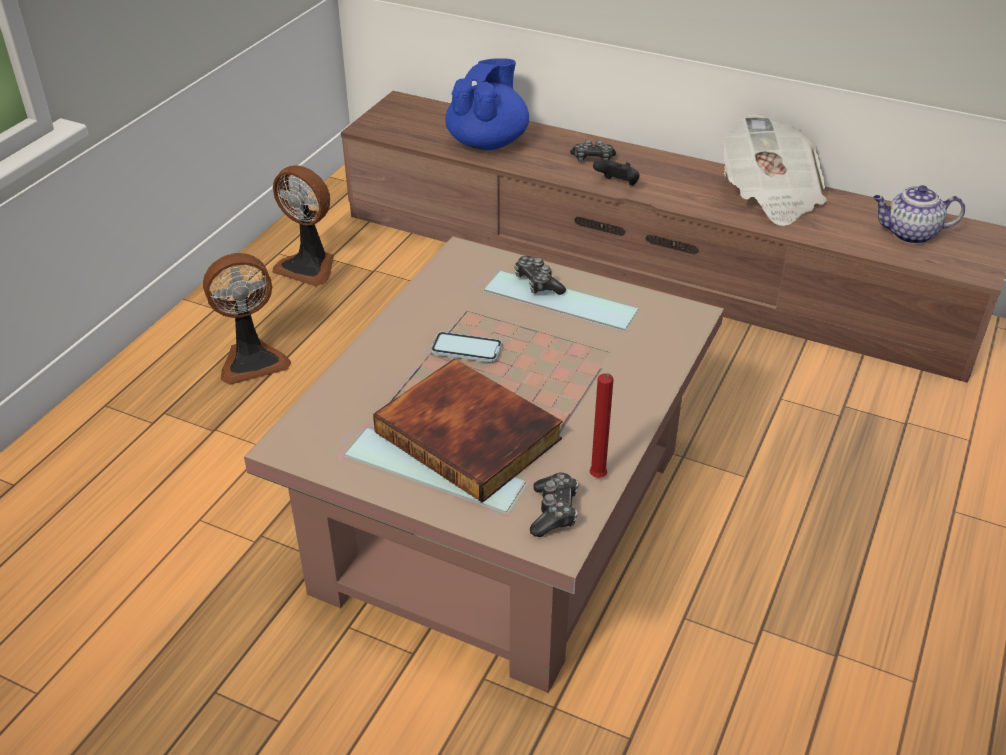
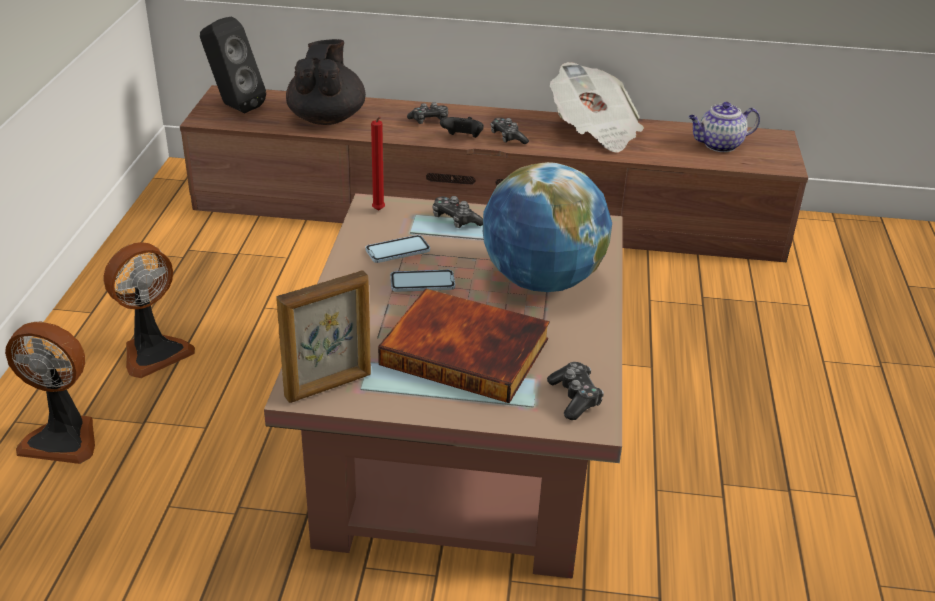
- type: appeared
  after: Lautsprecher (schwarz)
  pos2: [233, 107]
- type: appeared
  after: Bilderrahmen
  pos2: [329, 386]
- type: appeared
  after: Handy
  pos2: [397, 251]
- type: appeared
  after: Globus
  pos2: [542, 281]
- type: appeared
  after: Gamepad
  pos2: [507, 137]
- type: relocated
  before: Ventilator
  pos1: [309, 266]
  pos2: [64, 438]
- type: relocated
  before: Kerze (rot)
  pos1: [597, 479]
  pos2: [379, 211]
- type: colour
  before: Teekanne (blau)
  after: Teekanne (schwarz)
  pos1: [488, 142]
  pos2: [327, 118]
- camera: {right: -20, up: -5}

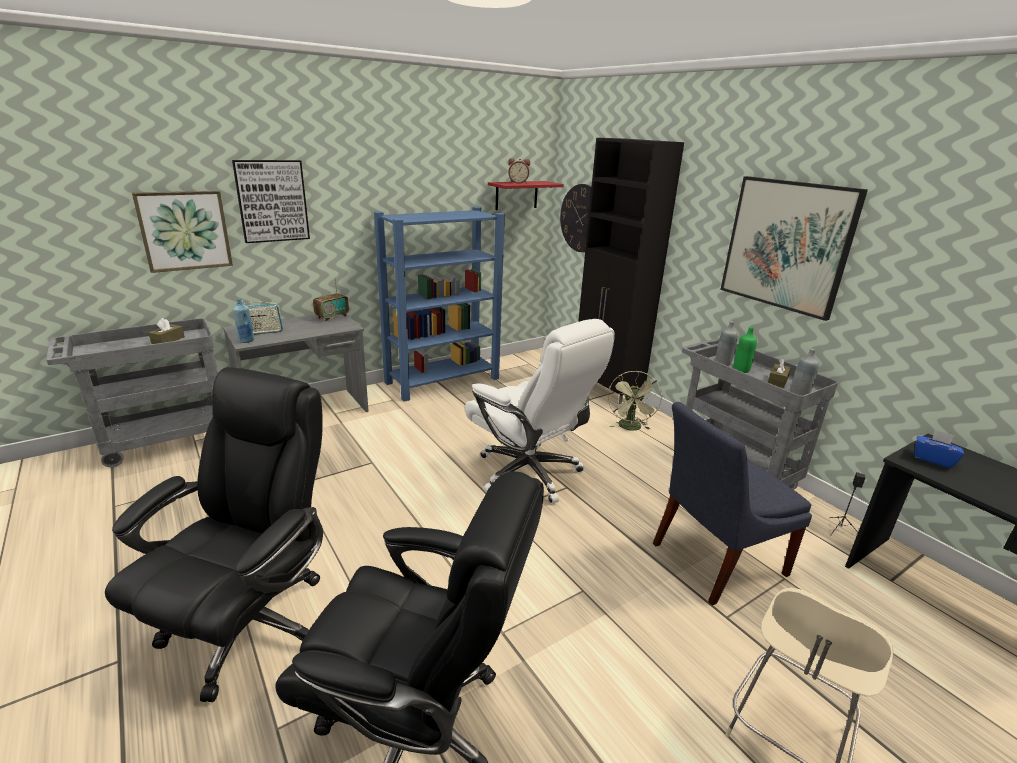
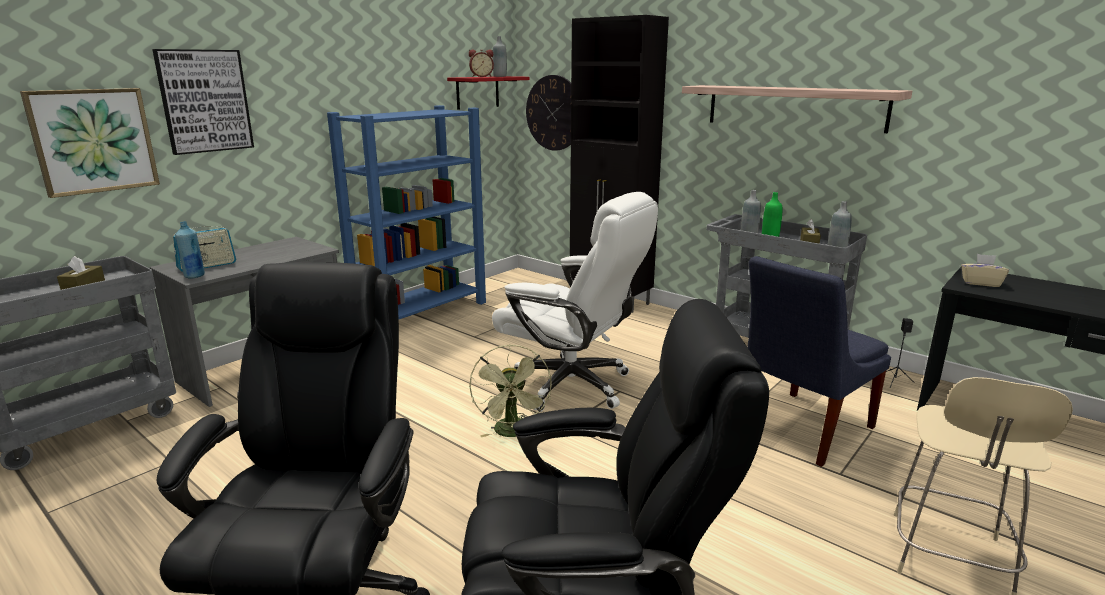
- type: missing
  before: Radio
  pos1: [332, 317]
- type: appeared
  after: Flasche (grau)
  pos2: [500, 76]
- type: relocated
  before: Ventilator (grün)
  pos1: [630, 428]
  pos2: [513, 433]
- type: exchanged
  before: Bild
  after: Wandregal
  pos1: [787, 245]
  pos2: [794, 107]
- type: colour
  before: Taschentuchbox (blau)
  after: Taschentuchbox (beige)
  pos1: [933, 459]
  pos2: [980, 283]
- camera: {right: -15, up: -5}

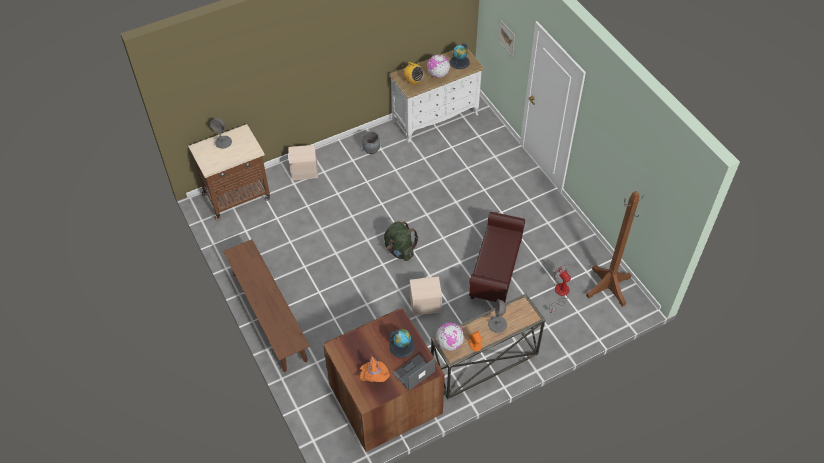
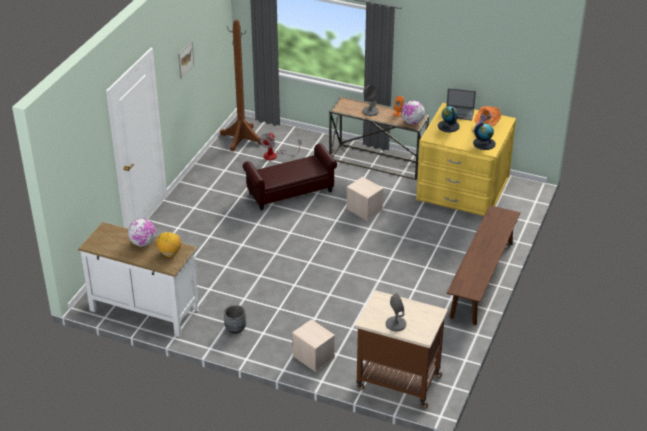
- type: missing
  before: Rucksack (grün)
  pos1: [400, 250]
- type: relocated
  before: Globus
  pos1: [459, 62]
  pos2: [484, 143]
- type: relocated
  before: Bild
  pos1: [506, 37]
  pos2: [185, 59]
- type: colour
  before: Kommode (braun)
  after: Kommode (gelb)
  pos1: [384, 398]
  pos2: [463, 188]
- camera: {right: -130, up: -15}

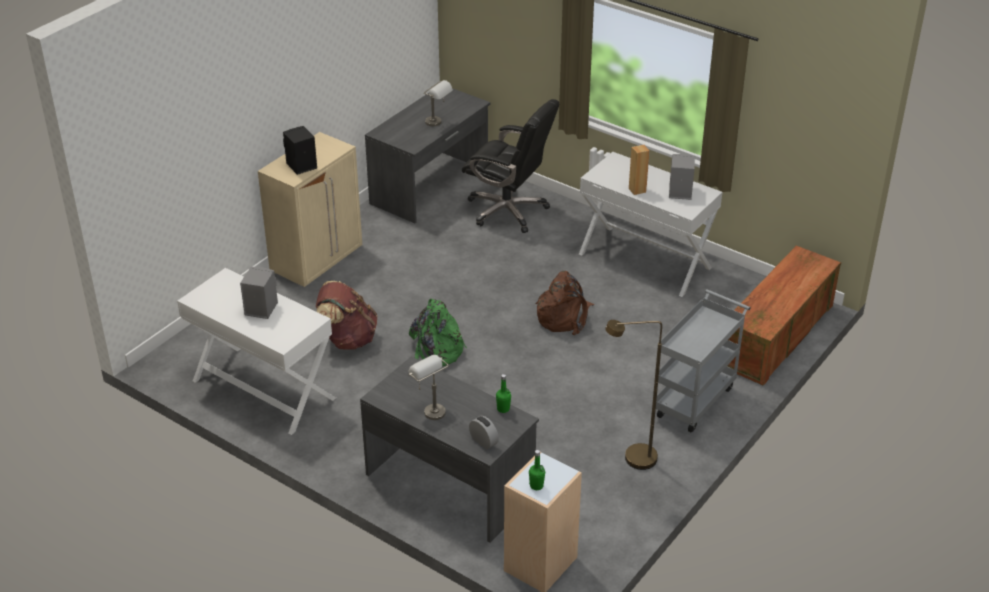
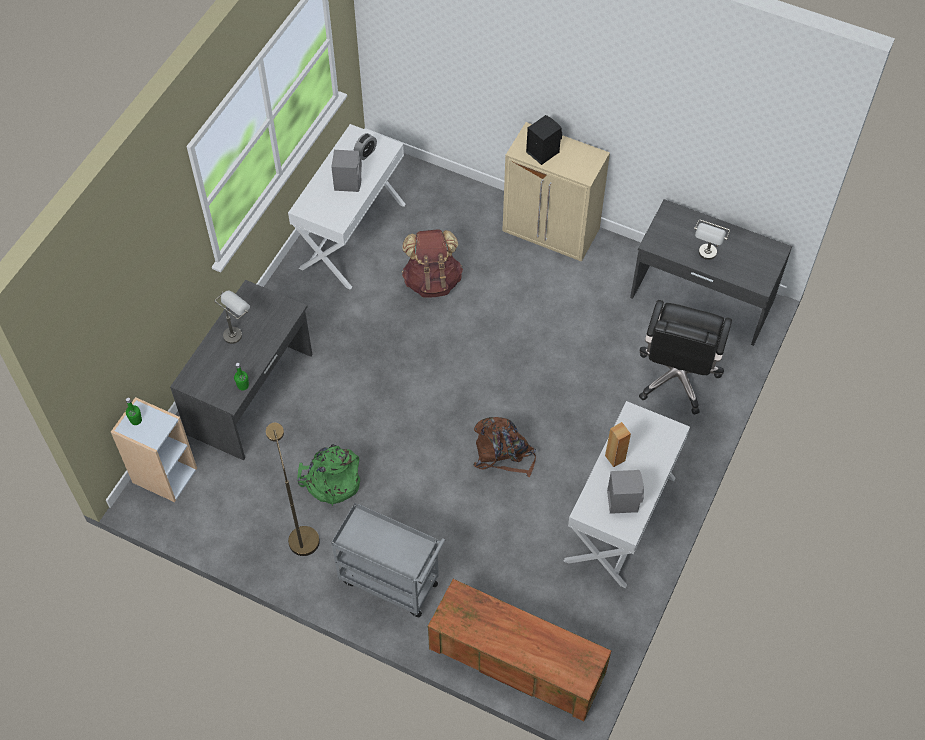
- type: relocated
  before: Rucksack (grün)
  pos1: [435, 353]
  pos2: [331, 481]
- type: relocated
  before: Wecker
  pos1: [483, 441]
  pos2: [365, 153]
- camera: {right: 80, up: 20}

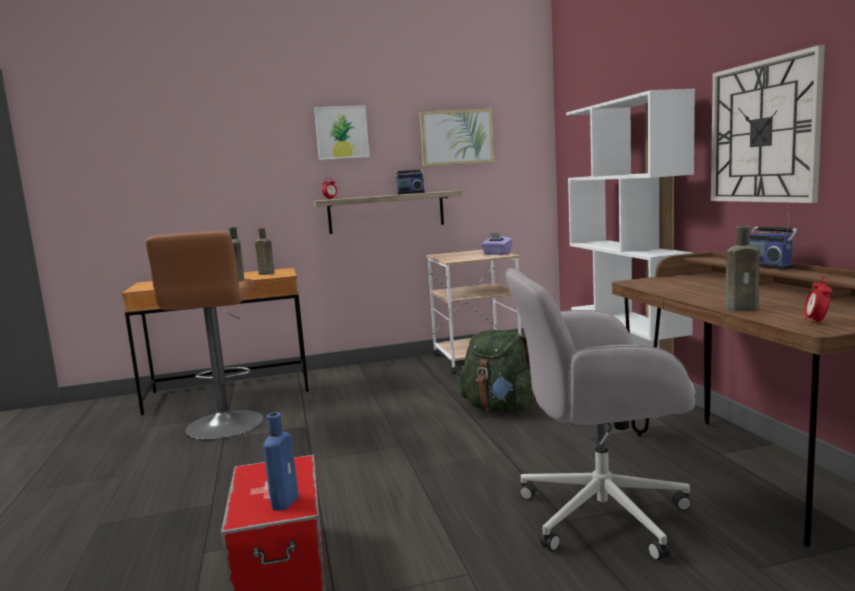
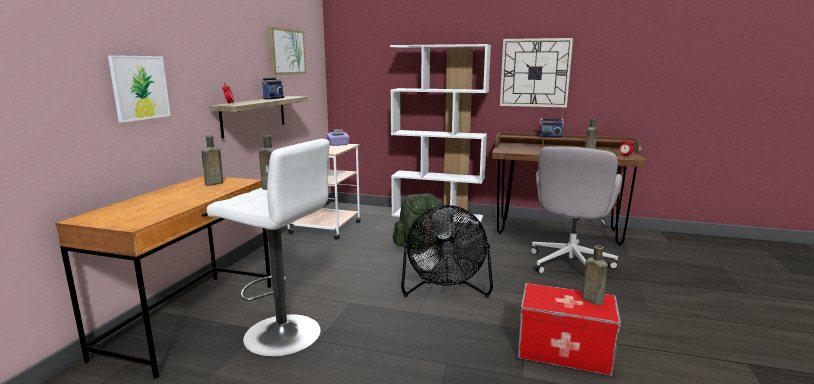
- type: appeared
  after: Ventilator (schwarz)
  pos2: [442, 289]
- type: relocated
  before: Bild
  pos1: [341, 132]
  pos2: [140, 87]
- type: colour
  before: Hocker (braun)
  after: Hocker (weiß)
  pos1: [224, 425]
  pos2: [282, 335]
- type: colour
  before: Flasche (blau)
  after: Flasche (braun)
  pos1: [286, 500]
  pos2: [590, 299]
- camera: {right: -60, up: 5}

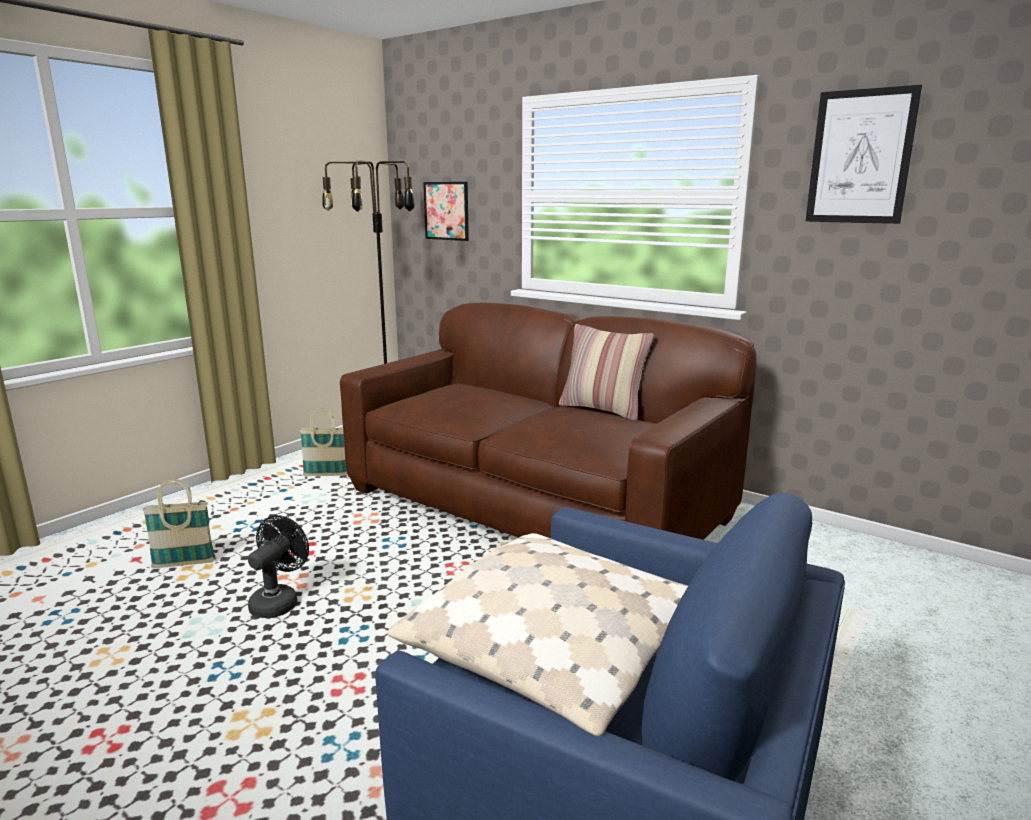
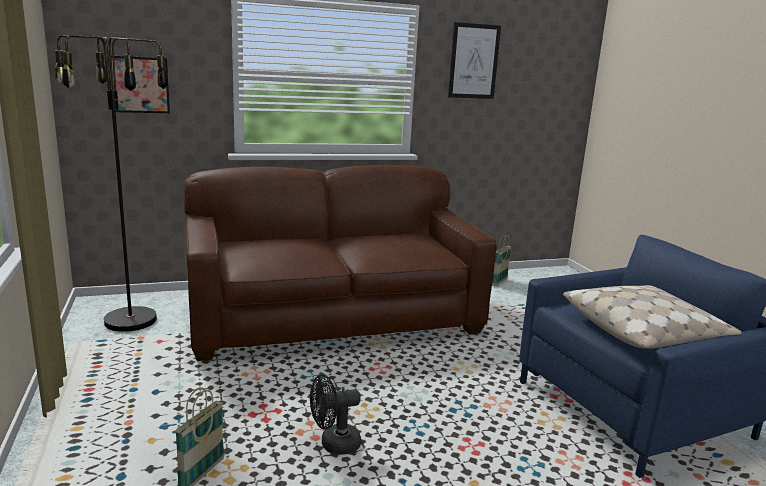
- type: missing
  before: Kissen
  pos1: [602, 410]
- type: relocated
  before: Korb
  pos1: [326, 475]
  pos2: [499, 282]
- type: spun
  before: Ventilator (schwarz)
  pos1: [278, 601]
  pos2: [334, 444]
  turn: -75
- camera: {right: -55, up: 0}

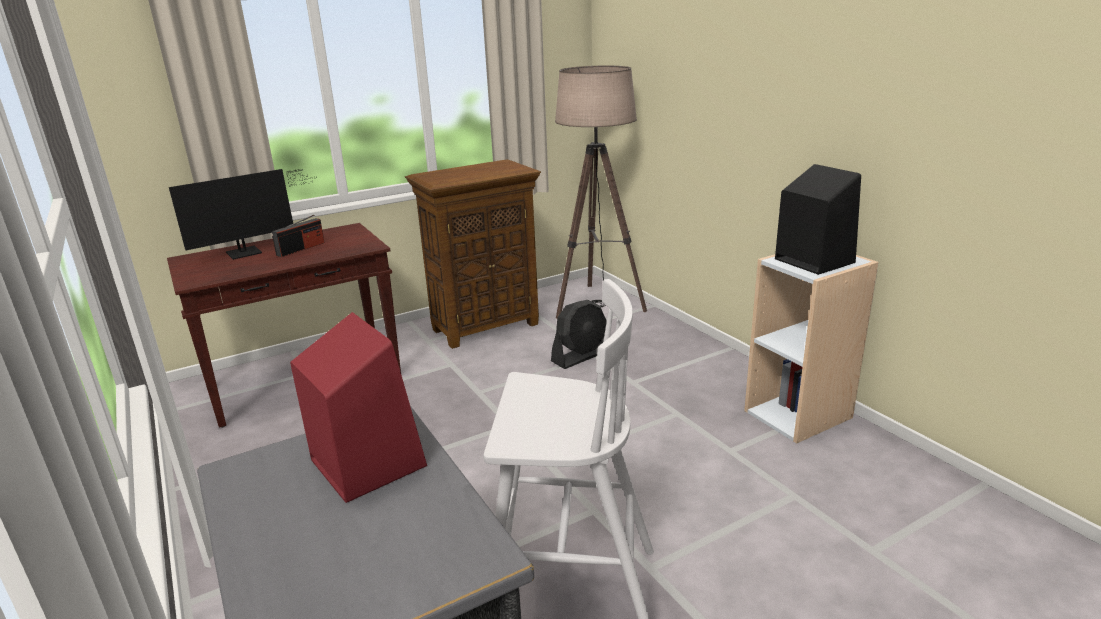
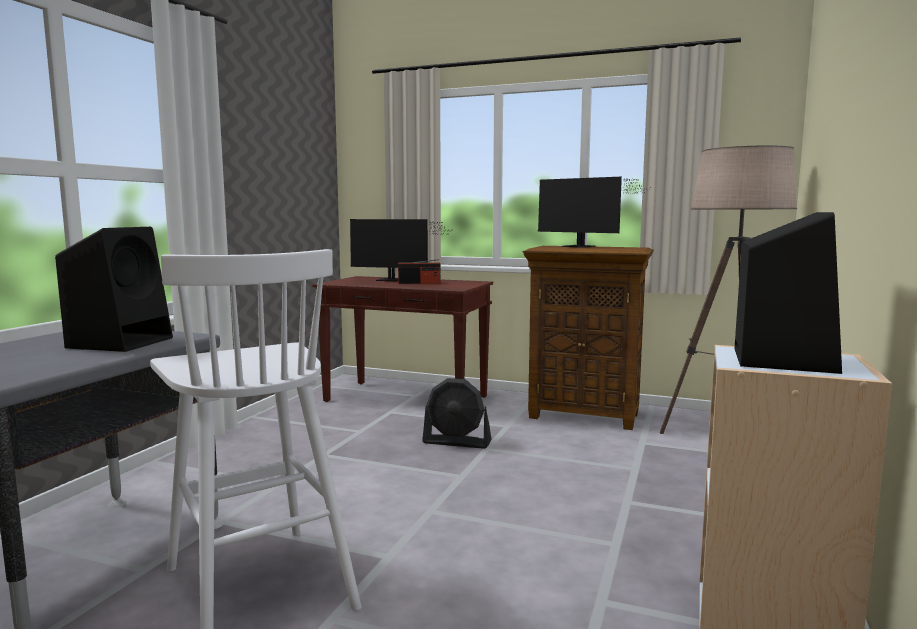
- type: appeared
  after: Monitor
  pos2: [582, 246]
- type: relocated
  before: Ventilator (schwarz)
  pos1: [581, 356]
  pos2: [457, 442]
- type: colour
  before: Lautsprecher (rot)
  after: Lautsprecher (schwarz)
  pos1: [366, 462]
  pos2: [122, 342]
- camera: {right: 50, up: -15}

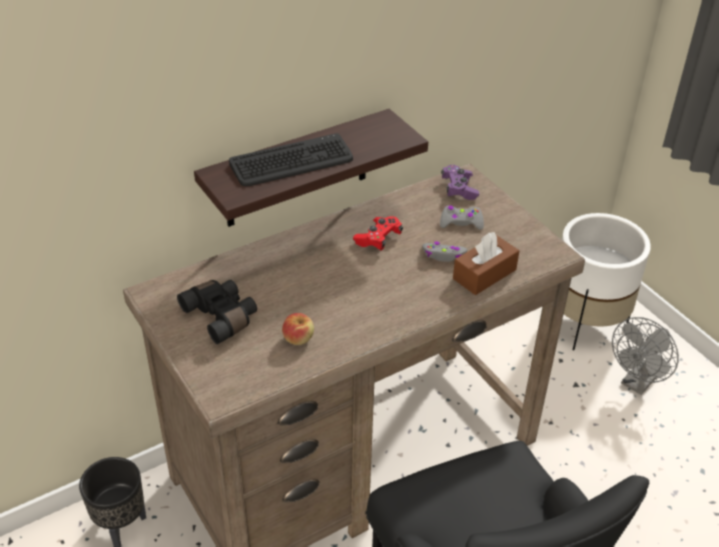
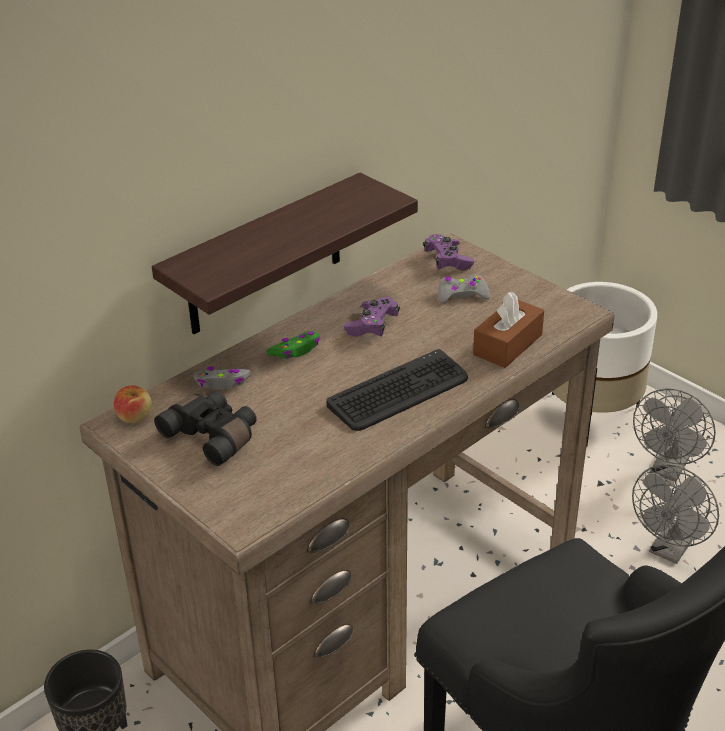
- type: appeared
  after: Gamepad (grün)
  pos2: [296, 350]
- type: appeared
  after: Ventilator (grau)
  pos2: [670, 550]
- type: relocated
  before: Tastatur
  pos1: [292, 162]
  pos2: [399, 392]
- type: relocated
  before: Apfel
  pos1: [298, 338]
  pos2: [135, 416]
- type: relocated
  before: Gamepad (grau)
  pos1: [444, 255]
  pos2: [222, 383]
- type: colour
  before: Gamepad (rot)
  after: Gamepad (lila)
  pos1: [378, 239]
  pos2: [372, 326]
- camera: {right: -10, up: -5}

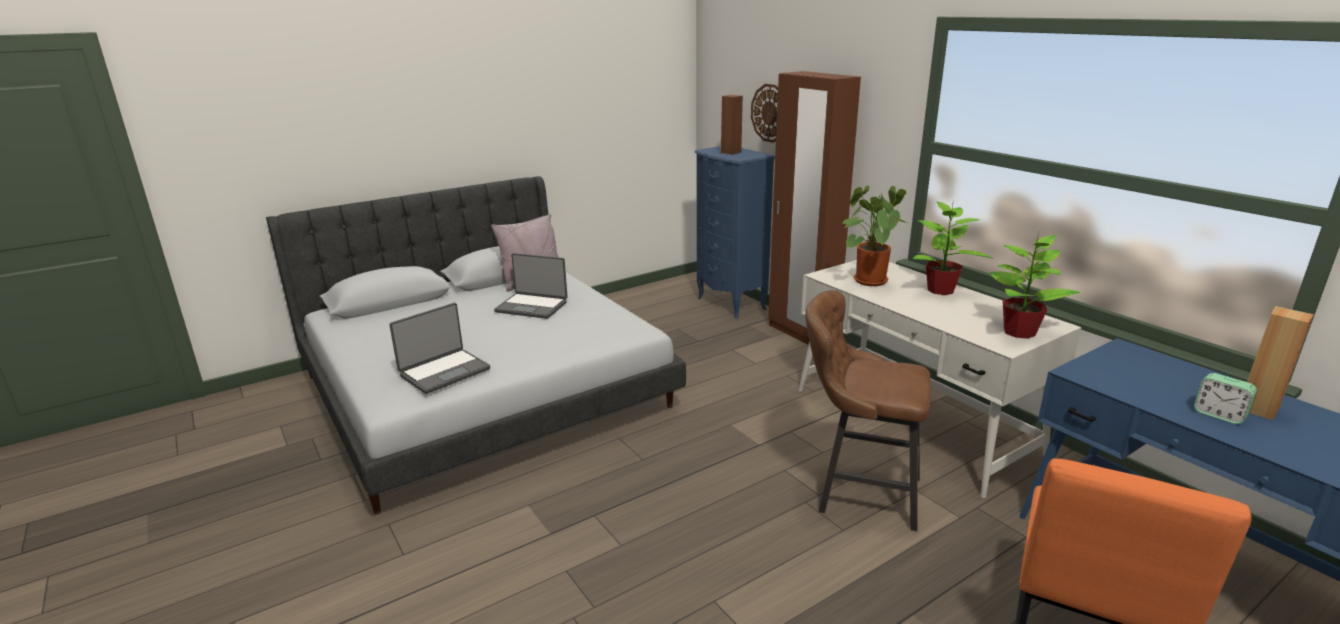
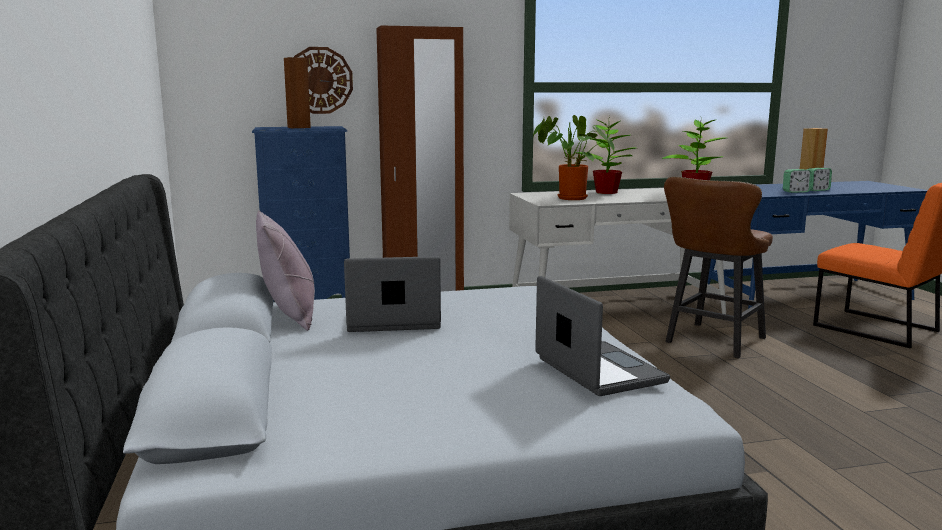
- type: appeared
  after: Wecker
  pos2: [796, 191]
- type: spun
  before: Laptop
  pos1: [532, 306]
  pos2: [393, 321]
  turn: -135
- camera: {right: -70, up: -10}

